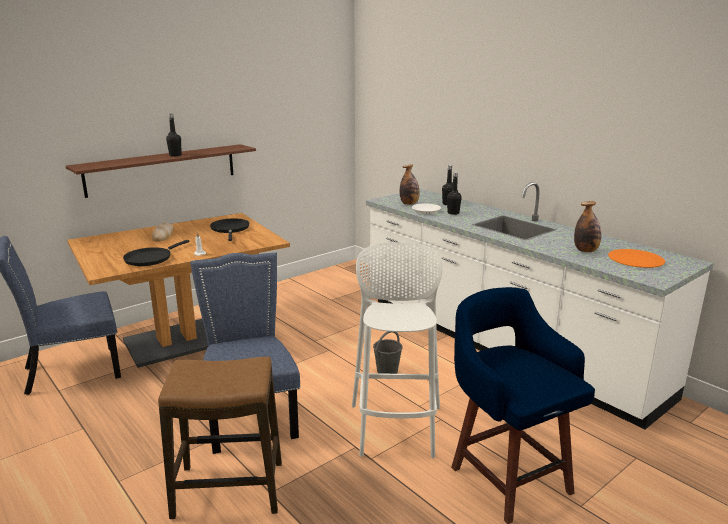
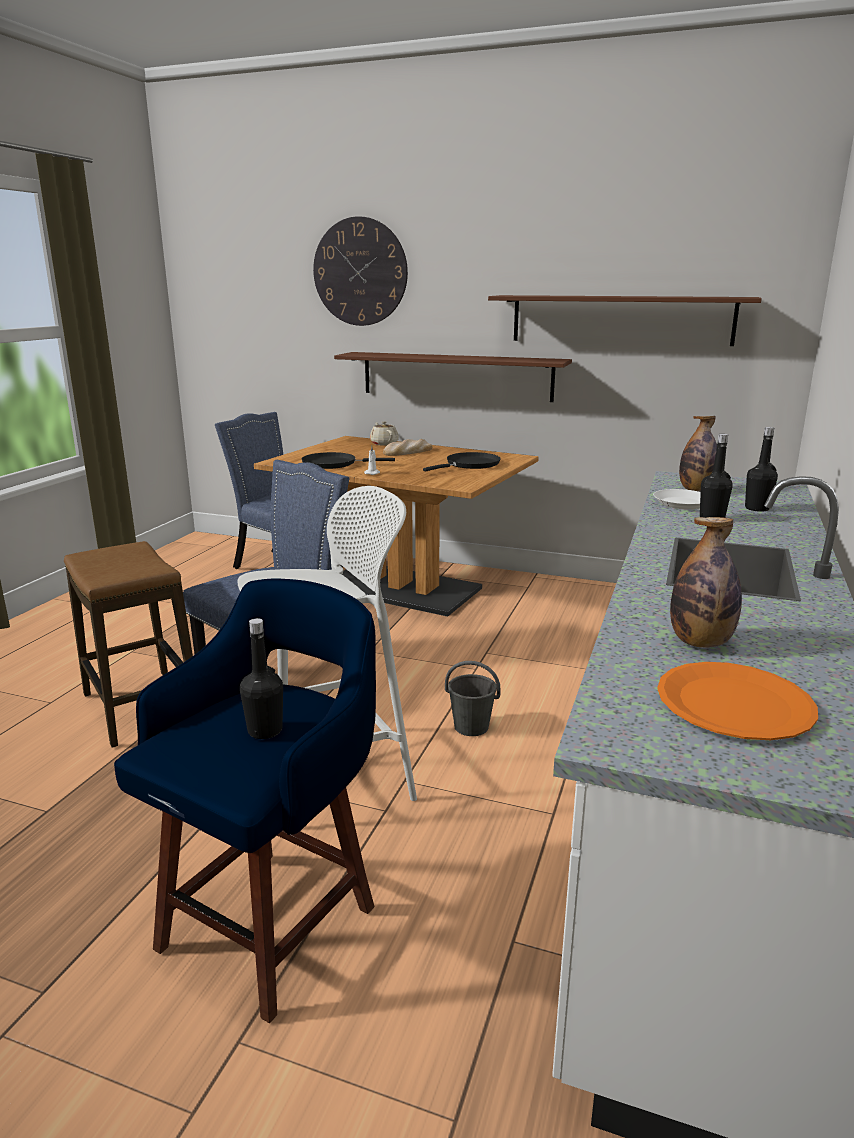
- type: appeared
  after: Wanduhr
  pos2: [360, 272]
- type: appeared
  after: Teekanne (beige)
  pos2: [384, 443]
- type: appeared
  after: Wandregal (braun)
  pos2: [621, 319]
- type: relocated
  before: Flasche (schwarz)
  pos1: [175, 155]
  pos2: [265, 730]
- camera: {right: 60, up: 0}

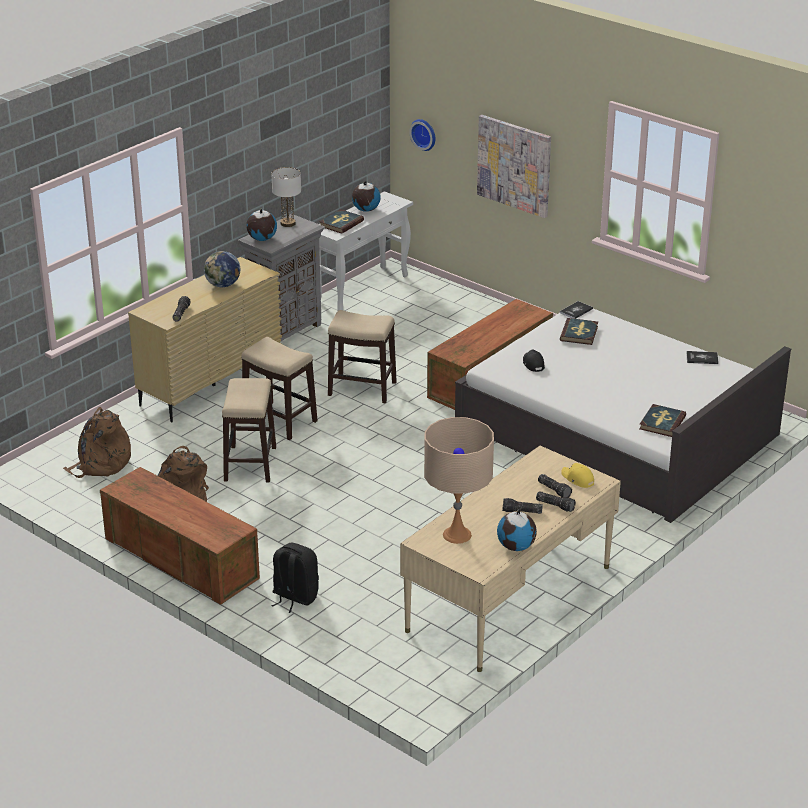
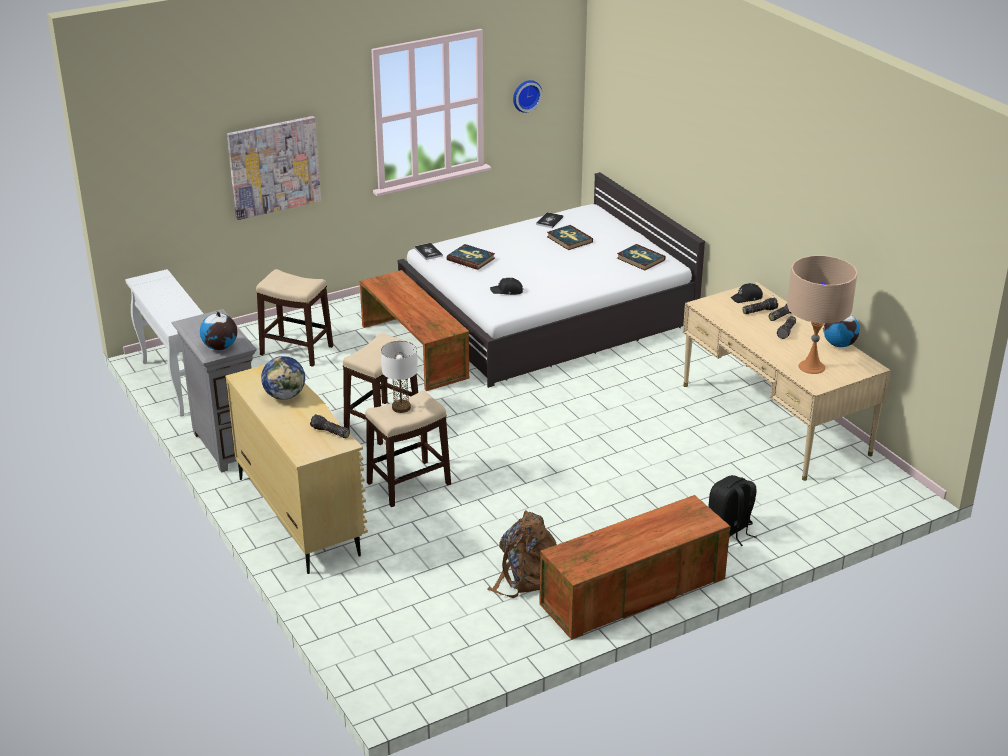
- type: missing
  before: Rucksack (braun)
  pos1: [101, 464]
- type: missing
  before: Globus
  pos1: [366, 210]
- type: relocated
  before: Hocker
  pos1: [250, 464]
  pos2: [297, 350]
- type: relocated
  before: Tischlampe
  pos1: [288, 223]
  pos2: [401, 407]
- type: relocated
  before: Buch
  pos1: [341, 223]
  pos2: [569, 239]
- type: relocated
  before: Wanduhr
  pos1: [424, 134]
  pos2: [526, 95]
- type: colour
  before: Kappe (gelb)
  after: Kappe (schwarz)
  pos1: [577, 479]
  pos2: [747, 298]
- camera: {right: -70, up: 0}

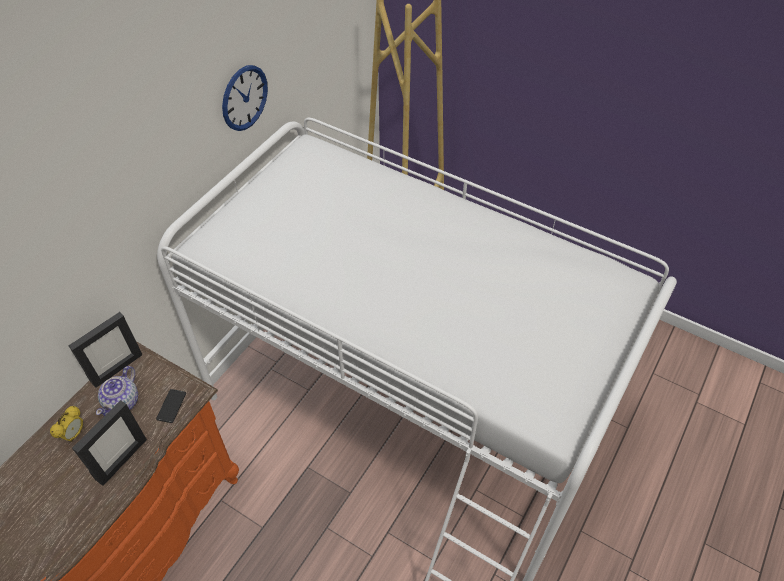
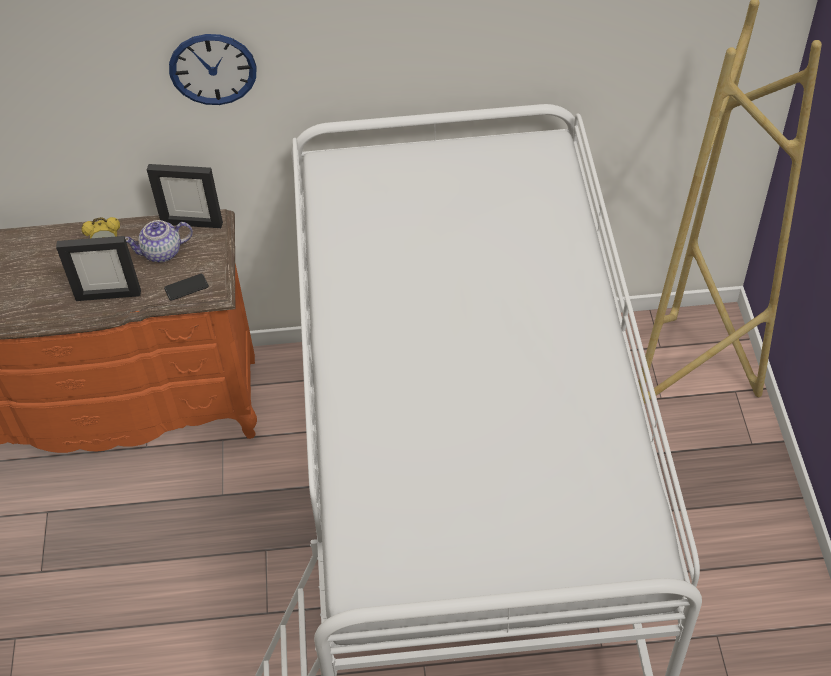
- type: relocated
  before: Wanduhr
  pos1: [244, 98]
  pos2: [213, 69]
- camera: {right: 55, up: 0}

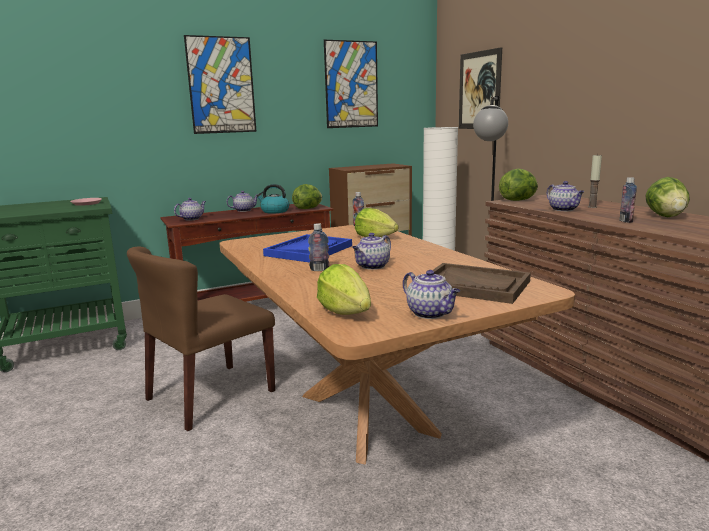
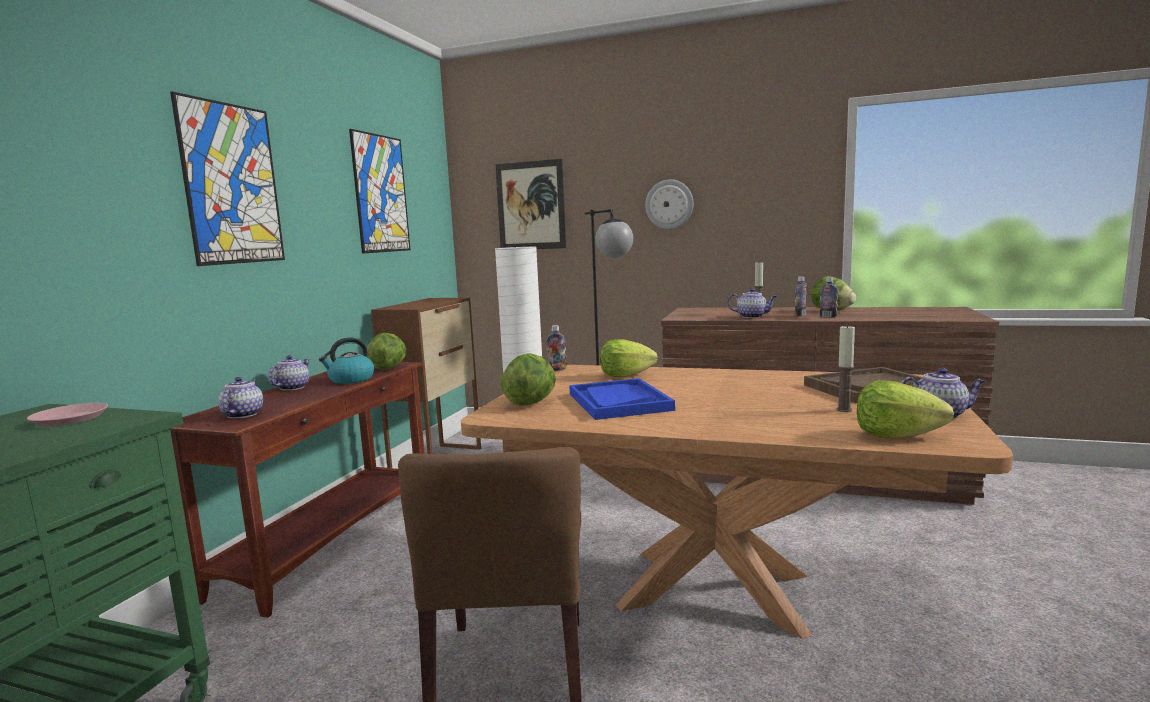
- type: missing
  before: Teekanne
  pos1: [372, 266]
- type: appeared
  after: Wanduhr
  pos2: [669, 204]
- type: appeared
  after: Kerze
  pos2: [844, 409]
- type: relocated
  before: Flasche
  pos1: [319, 269]
  pos2: [800, 315]
- type: relocated
  before: Salatkopf
  pos1: [518, 200]
  pos2: [531, 403]
- camera: {right: -45, up: -5}

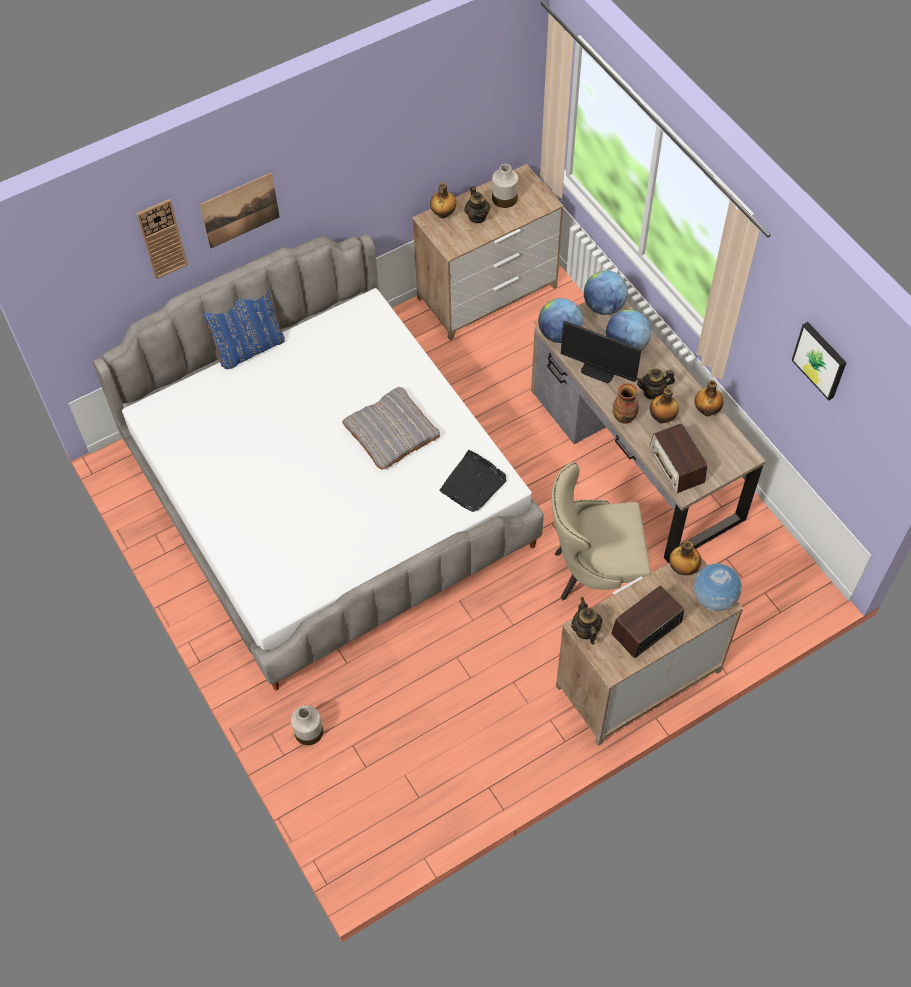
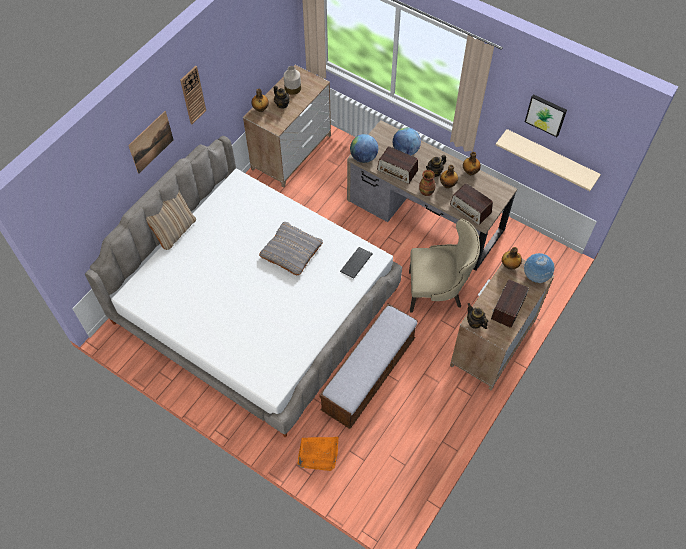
- type: missing
  before: Globus
  pos1: [604, 306]
- type: appeared
  after: Bank
  pos2: [369, 375]
- type: appeared
  after: Wandregal (beige)
  pos2: [550, 158]
- type: relocated
  before: Wanduhr
  pos1: [162, 238]
  pos2: [193, 95]
- type: exchanged
  before: Vase (beige)
  after: Tablett (orange)
  pos1: [308, 731]
  pos2: [318, 453]
- type: exchanged
  before: Tablett (schwarz)
  after: Tastatur
  pos1: [473, 484]
  pos2: [356, 263]
- type: exchanged
  before: Monitor
  after: Radio
  pos1: [598, 370]
  pos2: [397, 170]
- type: colour
  before: Kissen (blau)
  after: Kissen (beige)
  pos1: [249, 347]
  pos2: [175, 231]
- type: spun
  before: Stuhl (beige)
  pos1: [594, 573]
  pos2: [437, 292]
  turn: -150
- camera: {right: -25, up: 0}

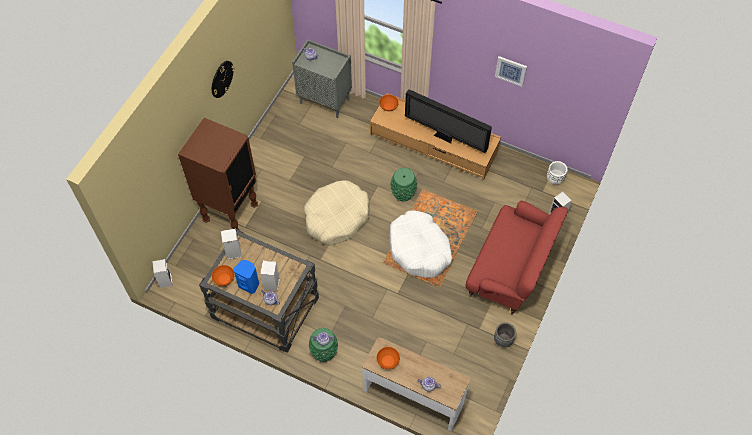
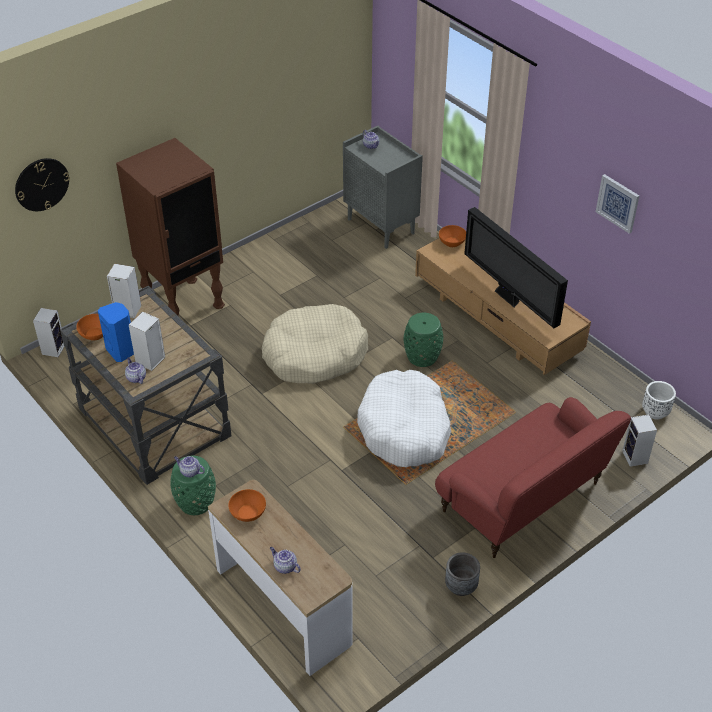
- type: relocated
  before: Wanduhr
  pos1: [221, 79]
  pos2: [41, 184]
- camera: {right: 25, up: -15}

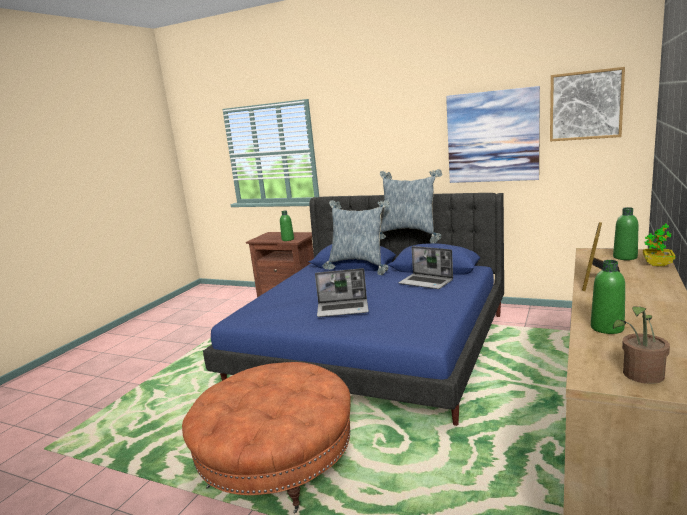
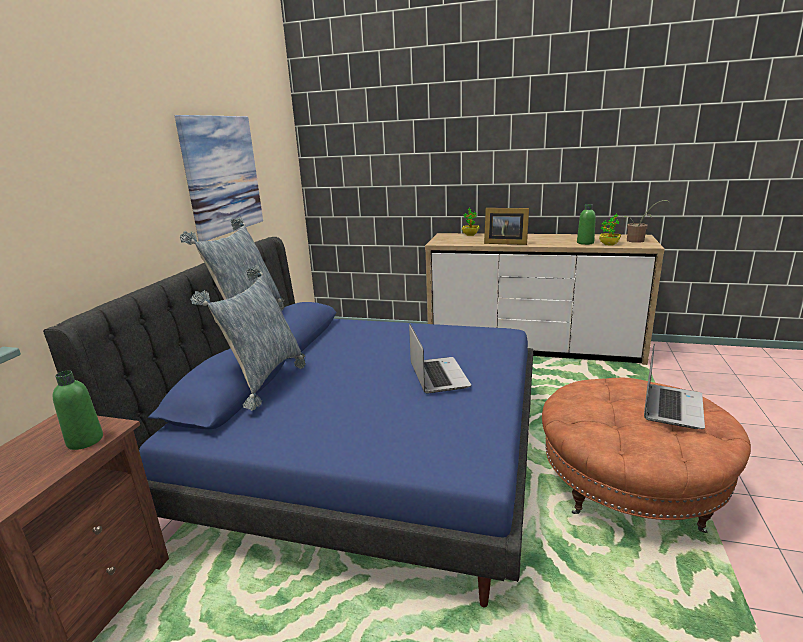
- type: missing
  before: Bild
  pos1: [585, 105]
- type: missing
  before: Flasche (grün)
  pos1: [625, 257]
- type: appeared
  after: Topfpflanze
  pos2: [609, 244]
- type: relocated
  before: Laptop
  pos1: [426, 282]
  pos2: [671, 407]
- camera: {right: -100, up: 5}

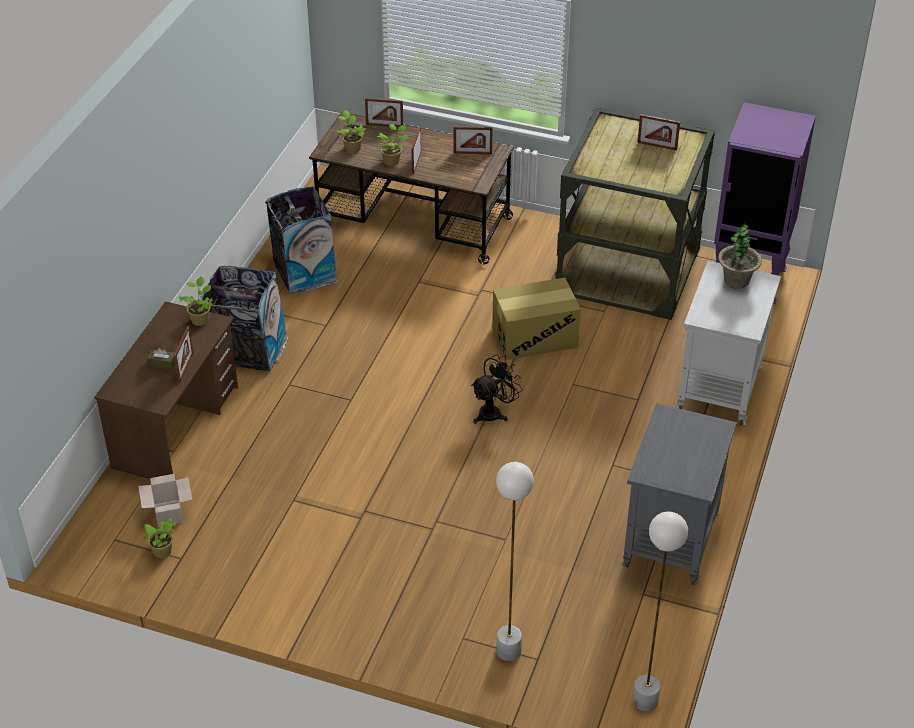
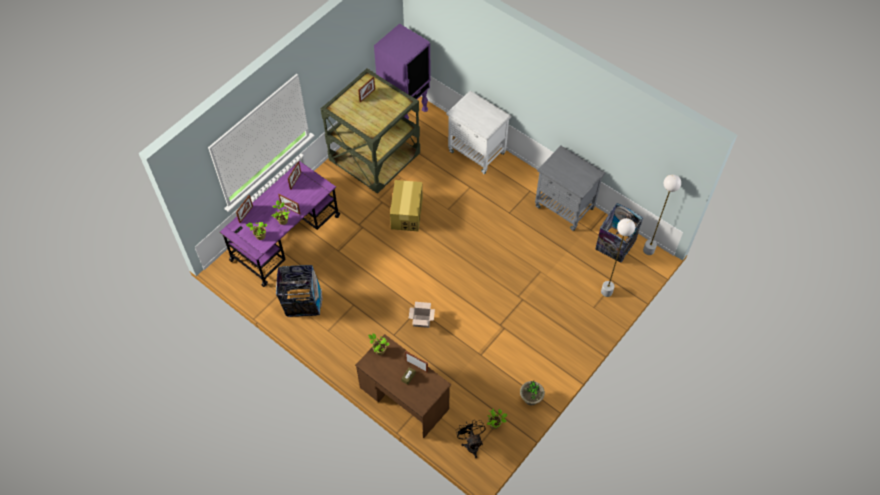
- type: relocated
  before: Karton
  pos1: [169, 514]
  pos2: [422, 321]
- type: relocated
  before: Mülleimer
  pos1: [249, 351]
  pos2: [614, 246]
- type: relocated
  before: Ventilator (schwarz)
  pos1: [494, 412]
  pos2: [471, 444]
- type: relocated
  before: Topfpflanze
  pos1: [736, 280]
  pos2: [530, 398]
- type: colour
  before: Schreibtisch (braun)
  after: Schreibtisch (lila)
  pos1: [413, 222]
  pos2: [285, 238]
- camera: {right: -70, up: 15}

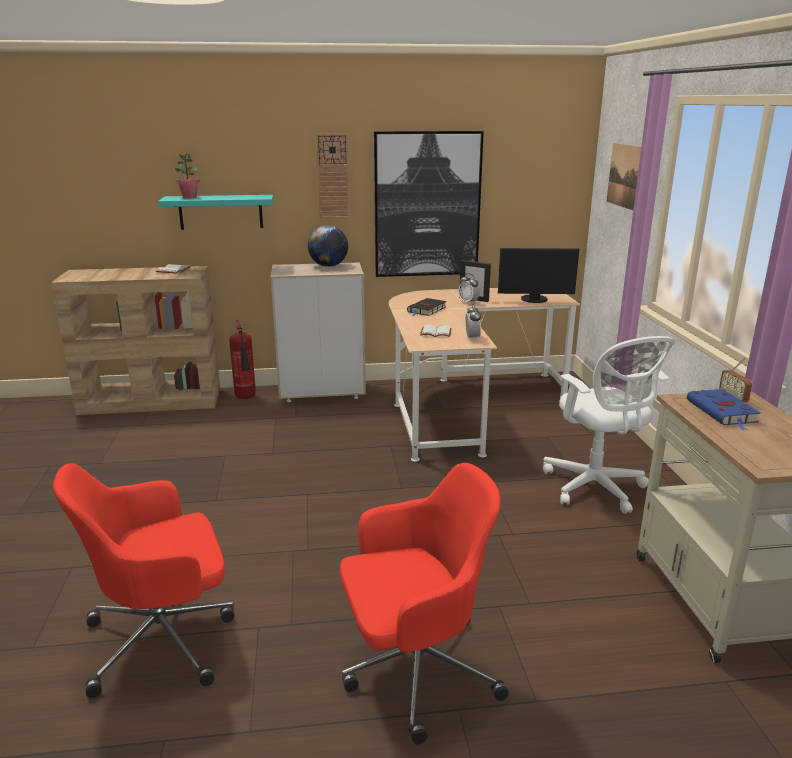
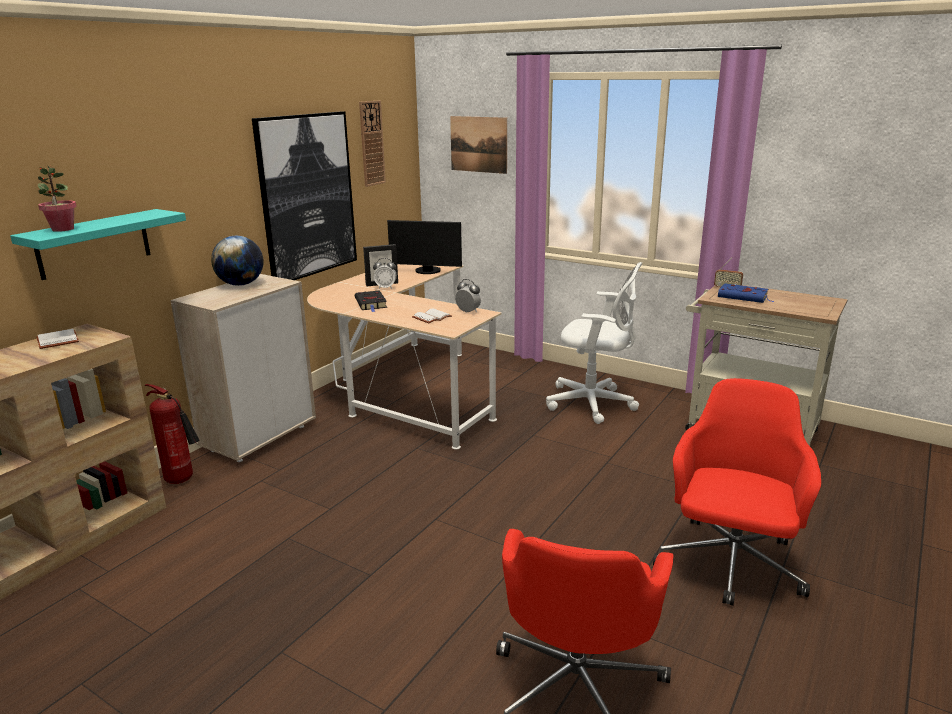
- type: relocated
  before: Wanduhr
  pos1: [333, 176]
  pos2: [371, 143]
- type: spun
  before: Monitor
  pos1: [534, 300]
  pos2: [427, 271]
  turn: 60
- camera: {right: -50, up: 0}

